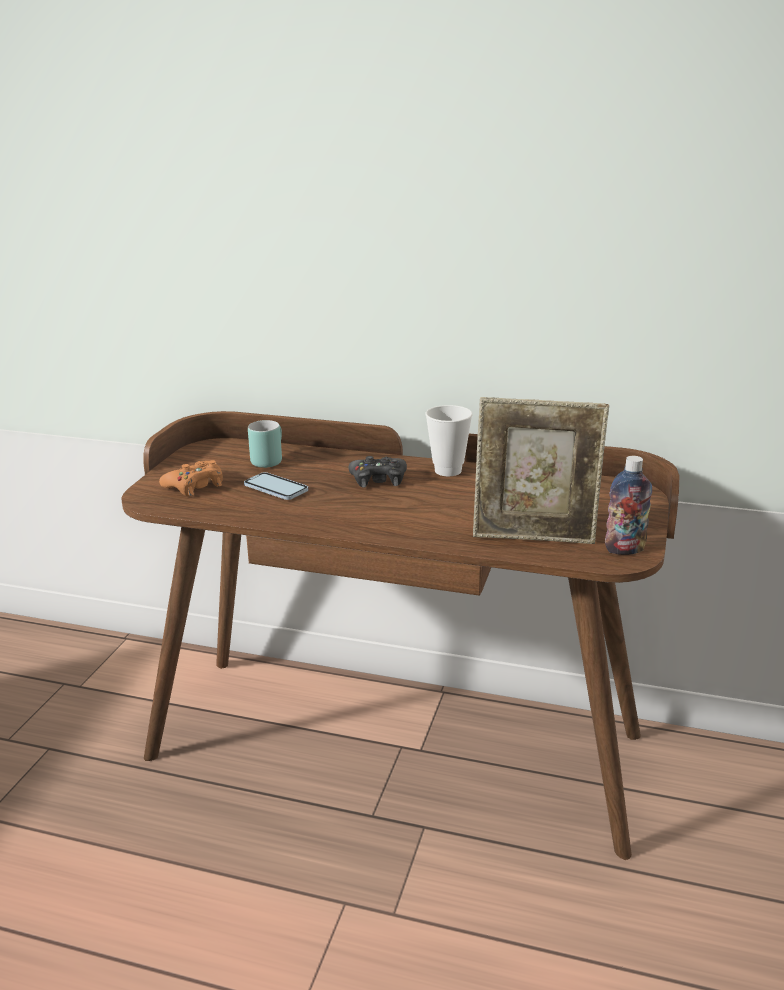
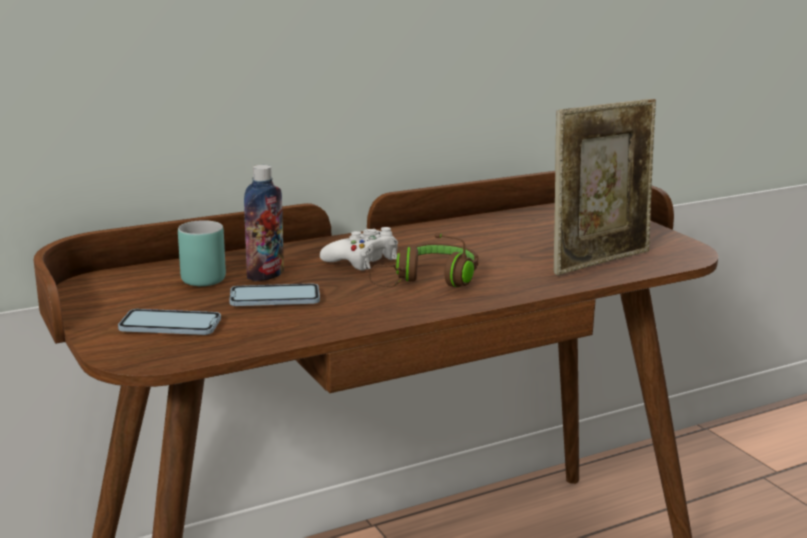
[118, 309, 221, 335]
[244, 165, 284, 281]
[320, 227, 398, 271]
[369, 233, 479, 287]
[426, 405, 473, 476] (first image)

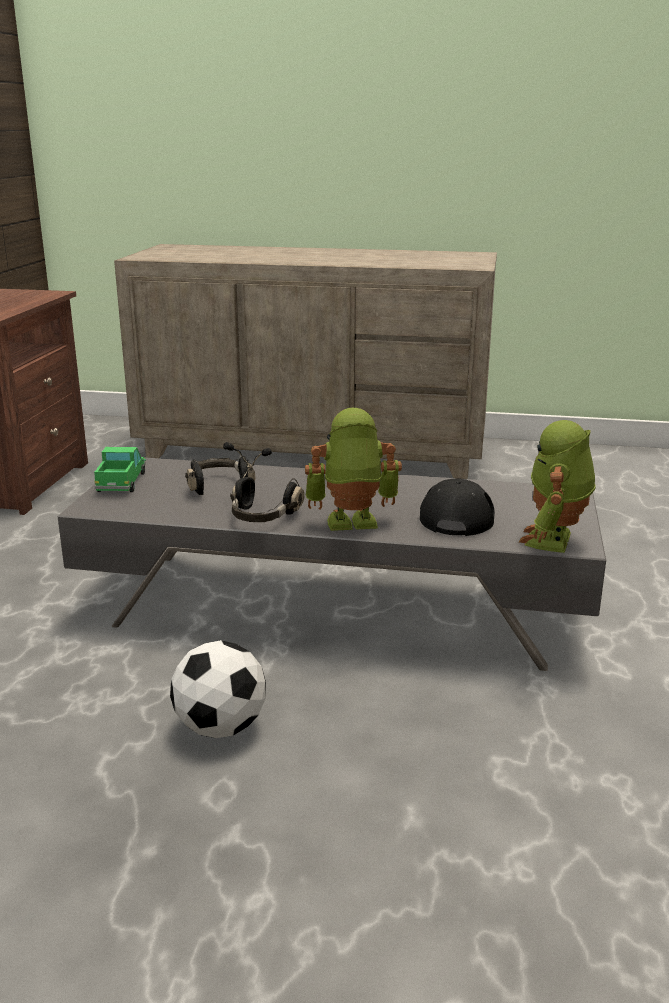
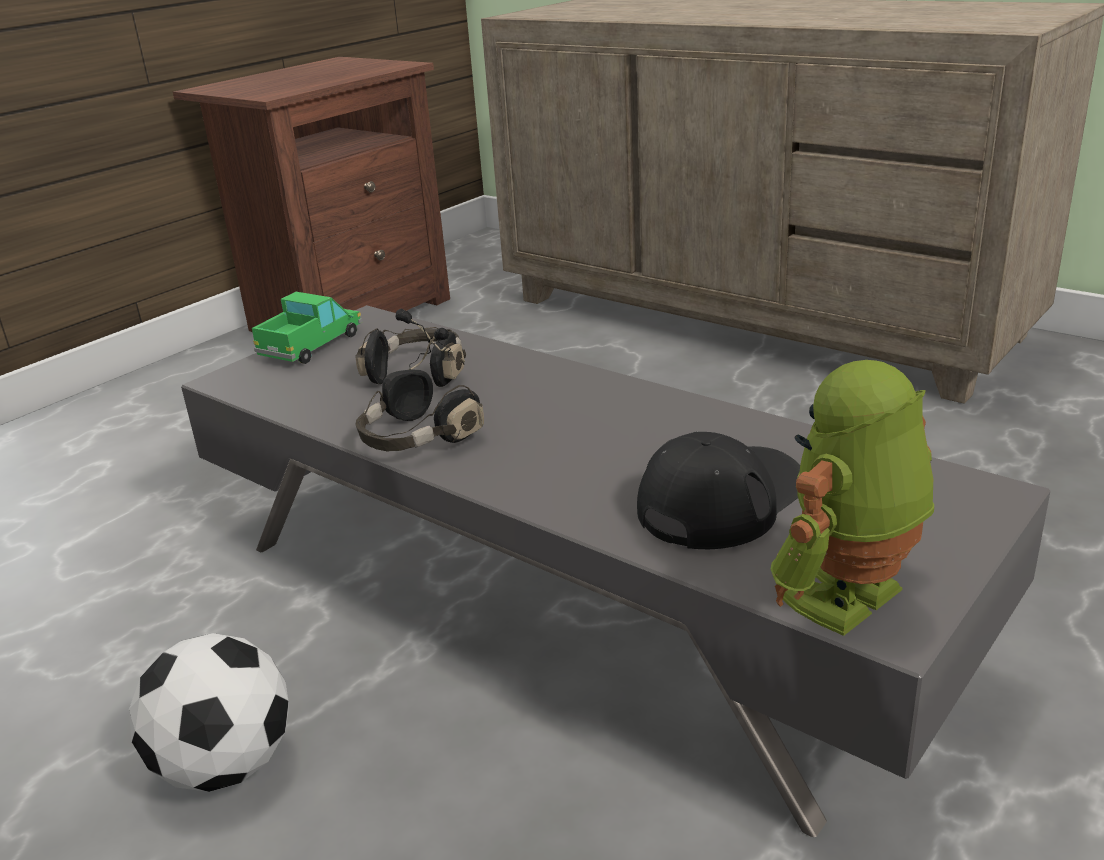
[305, 408, 402, 531] (first image)

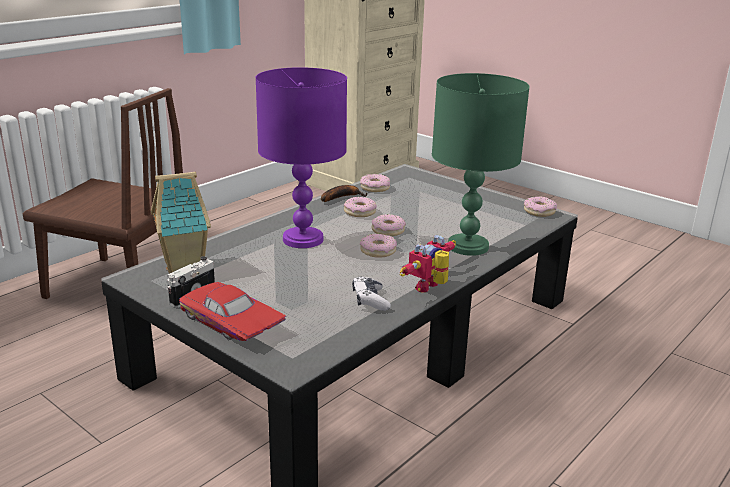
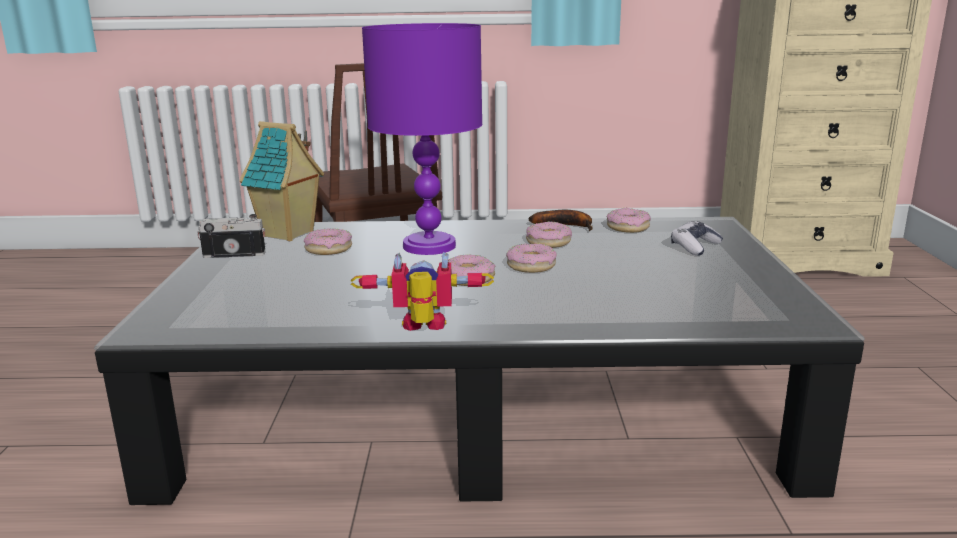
[304, 228, 352, 255]
[671, 221, 723, 256]
[179, 282, 286, 341] (first image)
[432, 73, 530, 256] (first image)

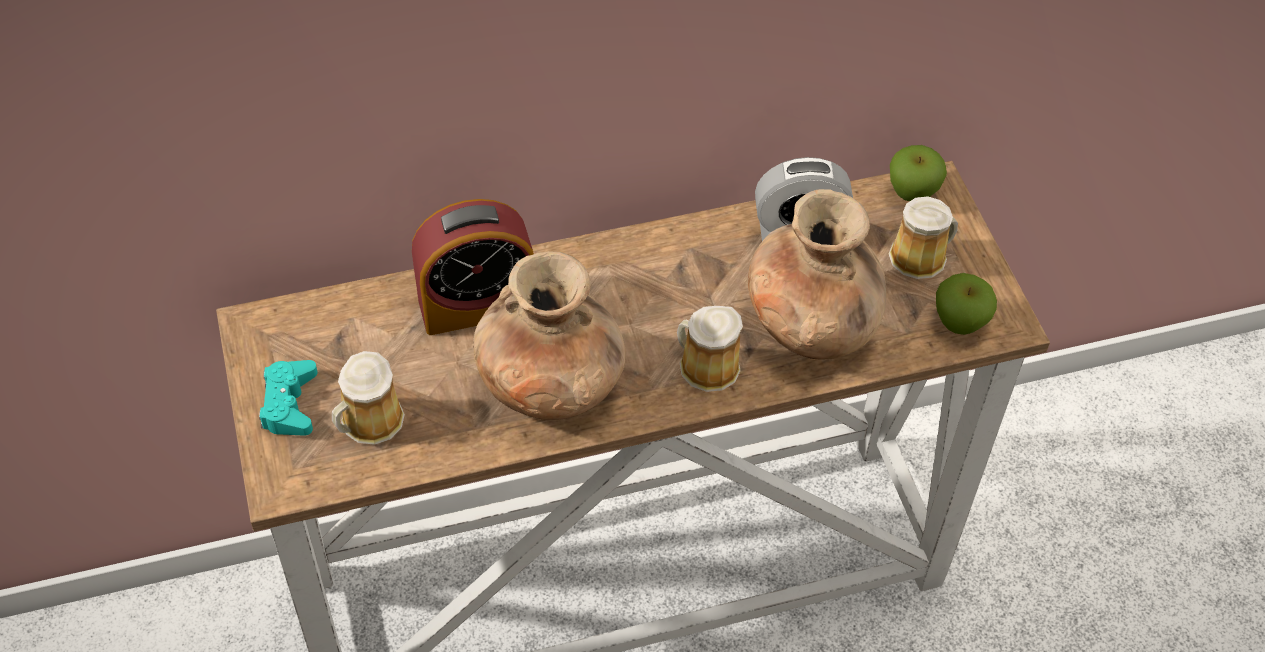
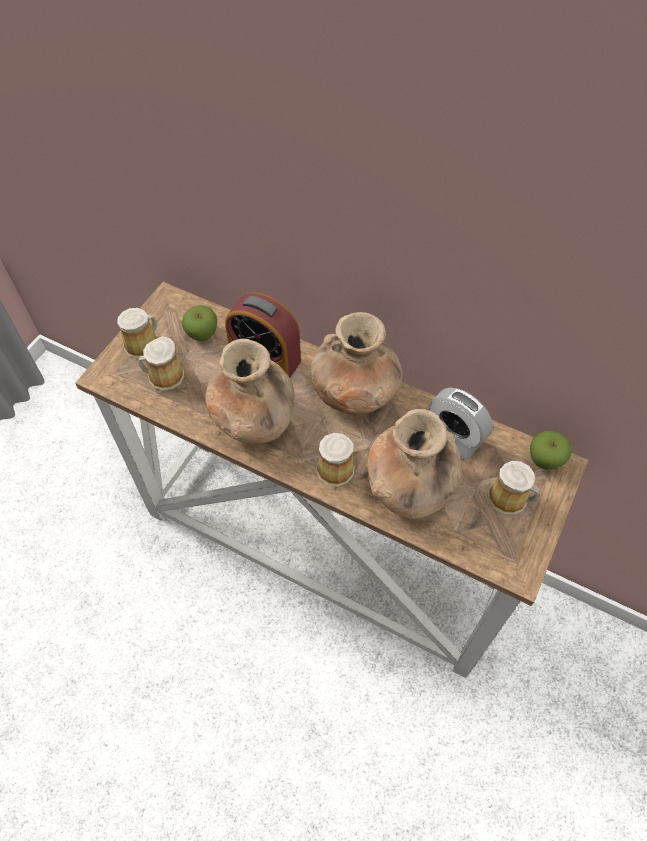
[117, 308, 157, 358]
[181, 305, 217, 341]
[310, 312, 403, 414]

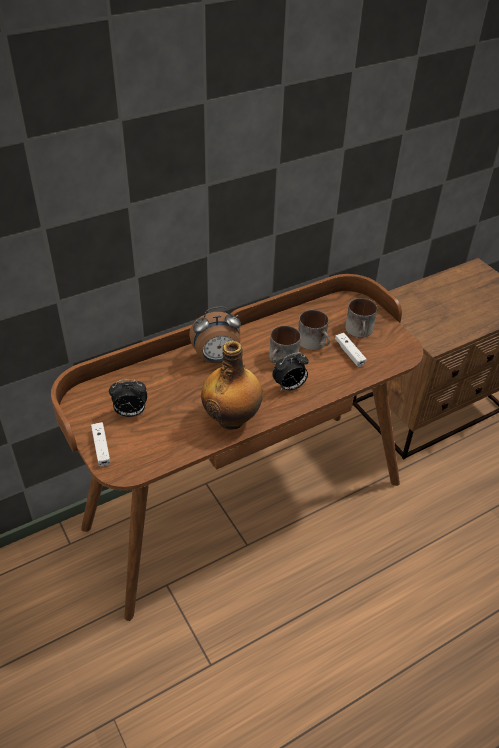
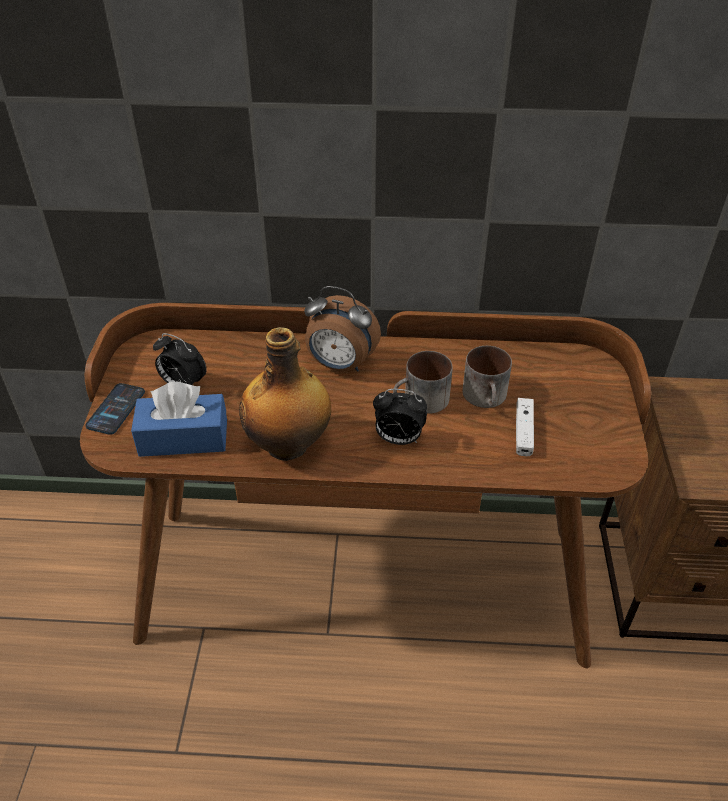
[85, 383, 145, 435]
[131, 382, 227, 457]
[345, 298, 377, 338] (first image)

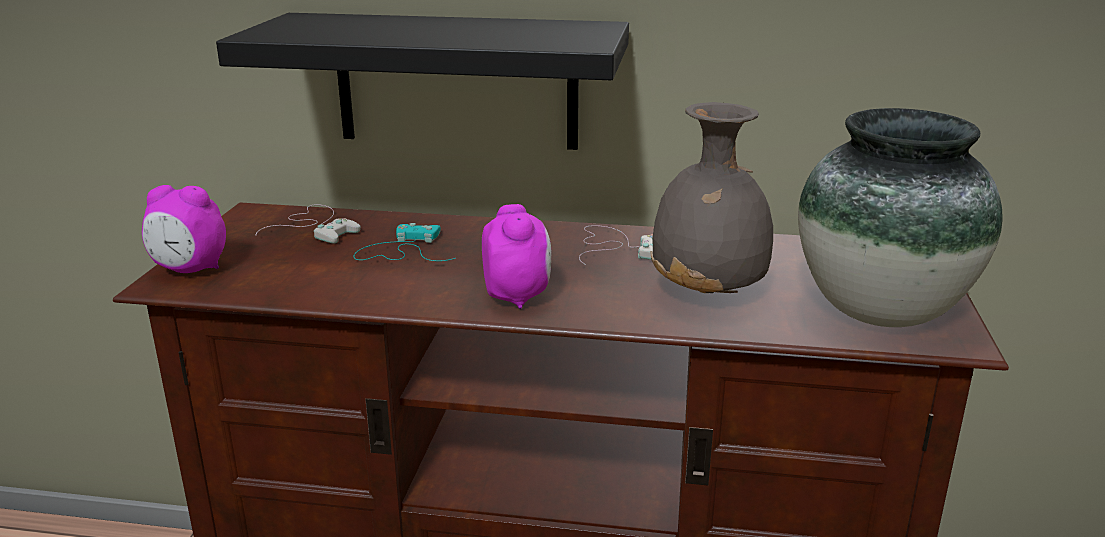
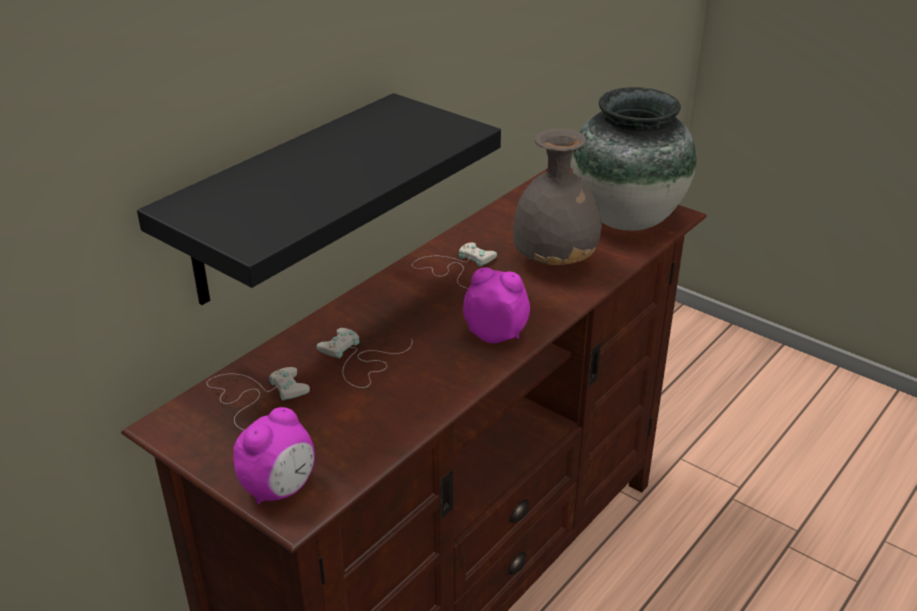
[316, 328, 412, 388]

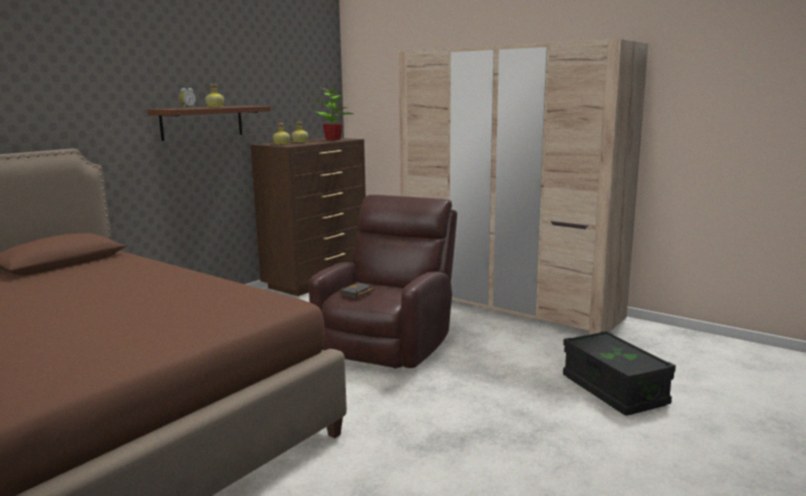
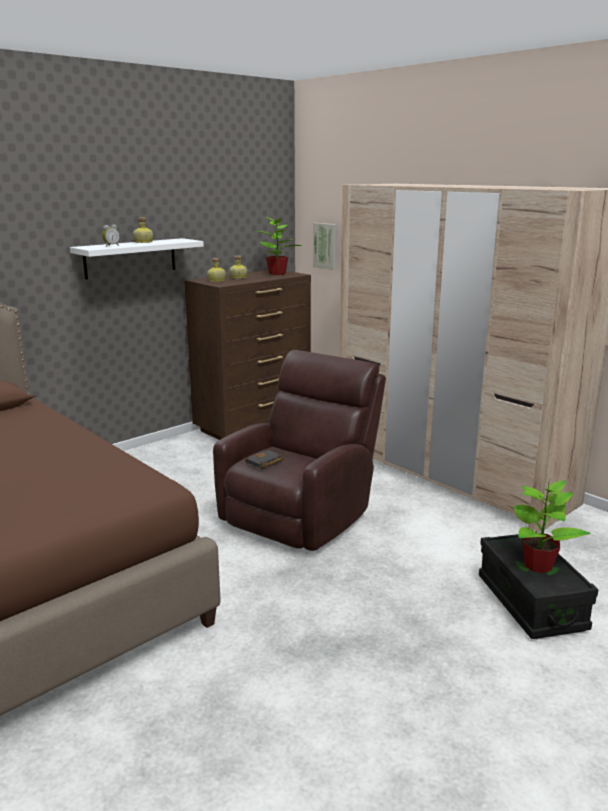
[70, 238, 204, 280]
[313, 223, 337, 270]
[514, 479, 590, 573]

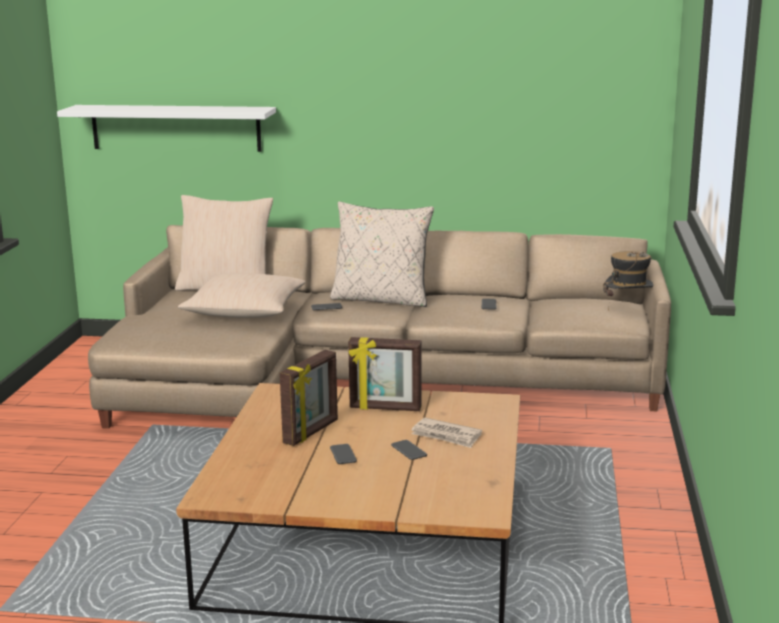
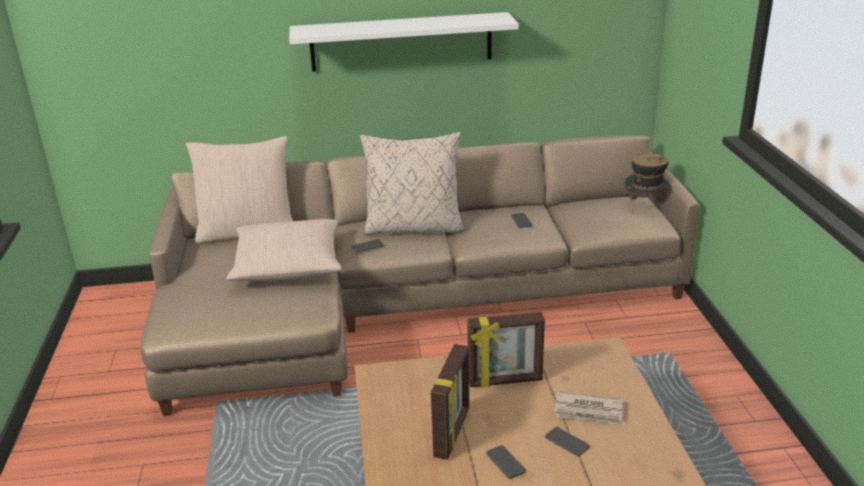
[289, 12, 519, 72]

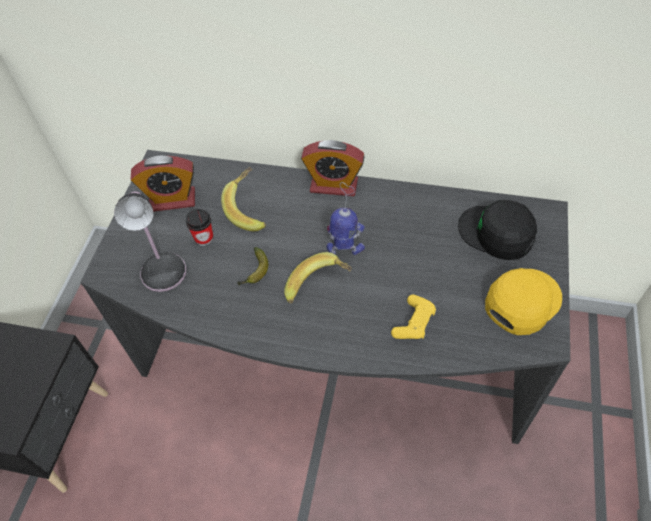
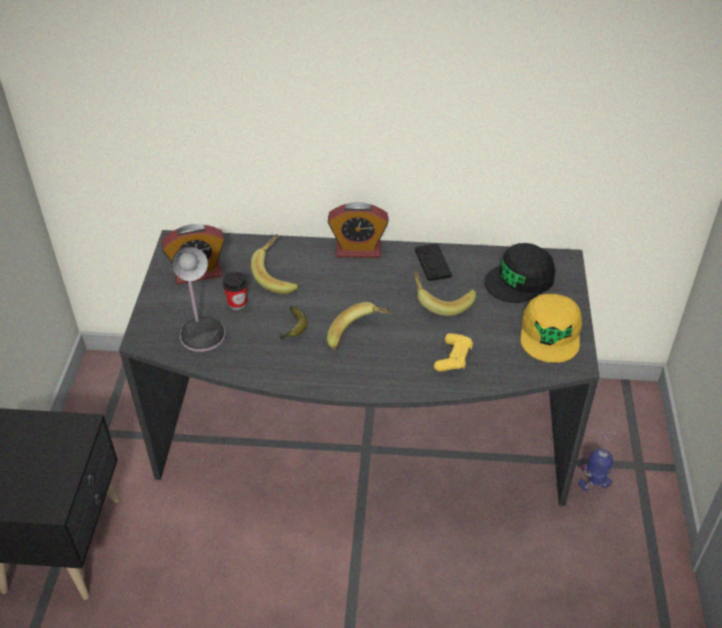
[414, 270, 476, 316]
[415, 244, 452, 281]
[484, 243, 555, 303]
[521, 294, 582, 363]
[578, 429, 617, 491]

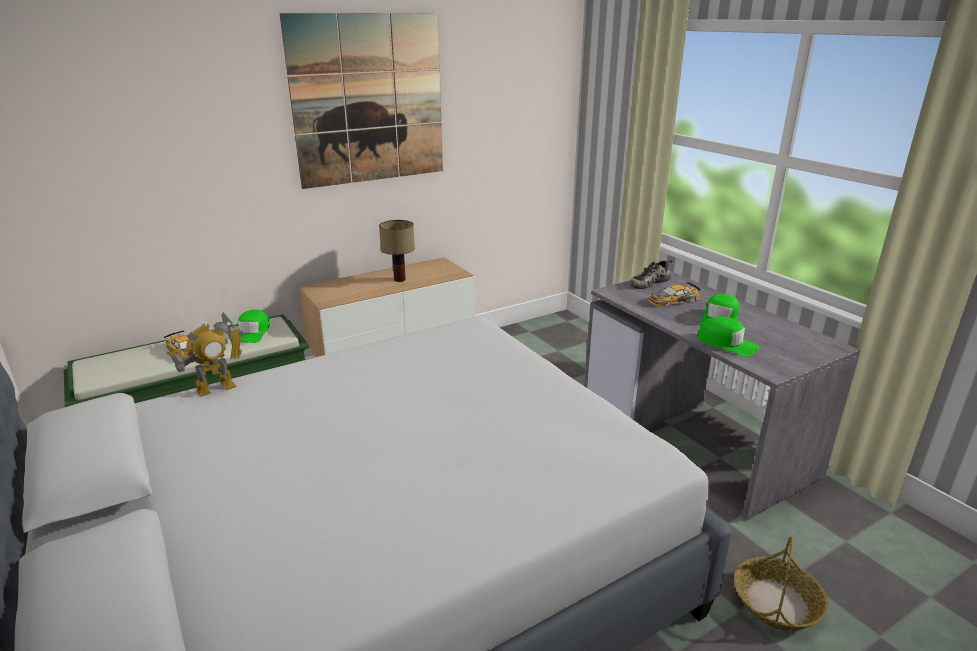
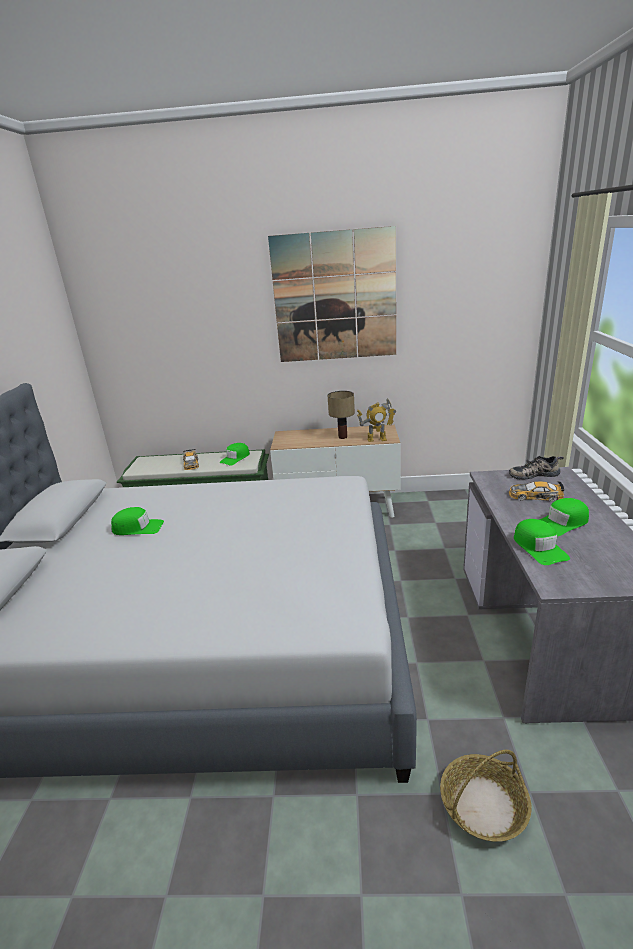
[111, 507, 164, 535]
[357, 399, 396, 442]

